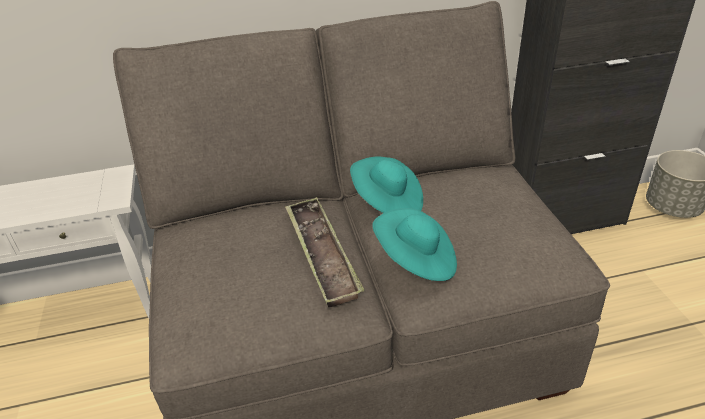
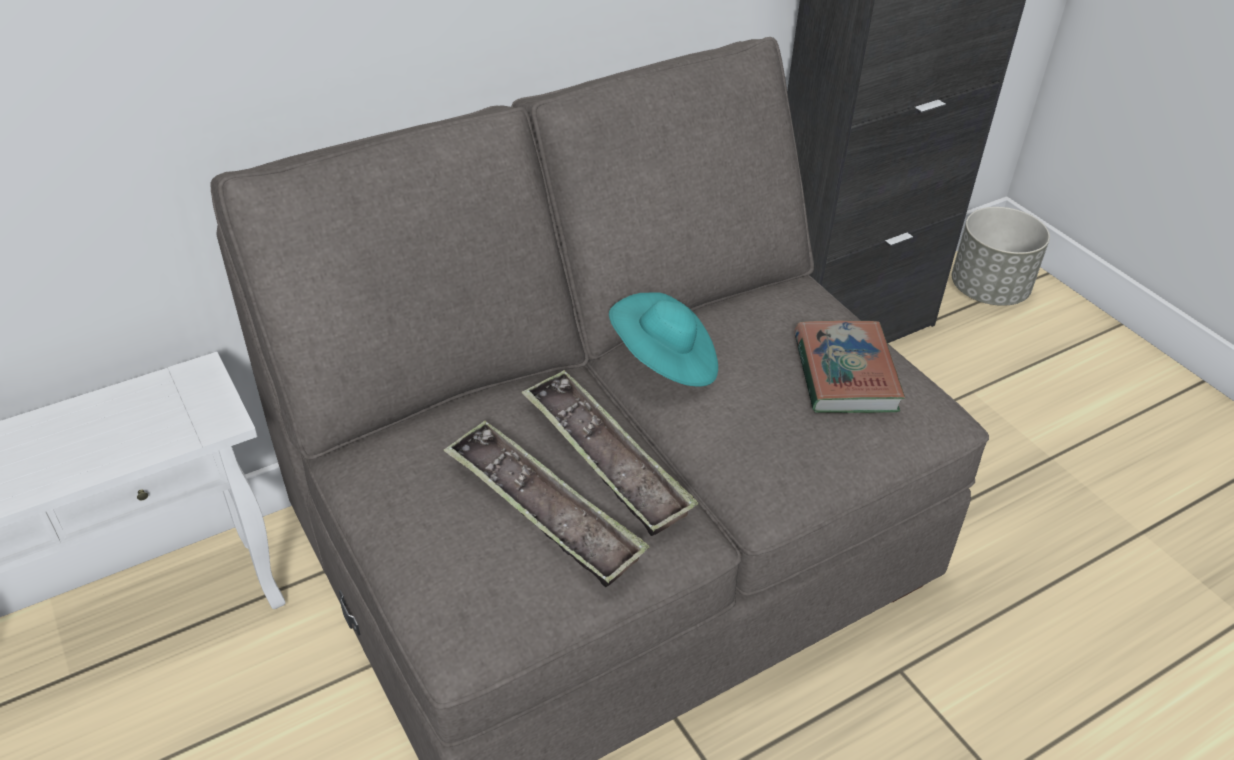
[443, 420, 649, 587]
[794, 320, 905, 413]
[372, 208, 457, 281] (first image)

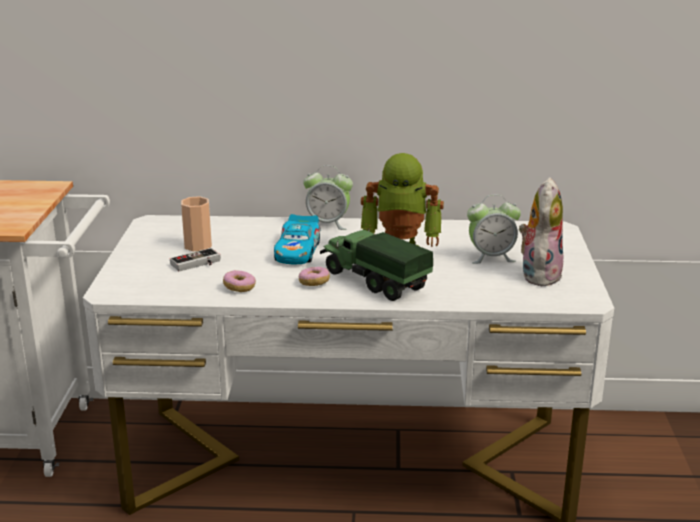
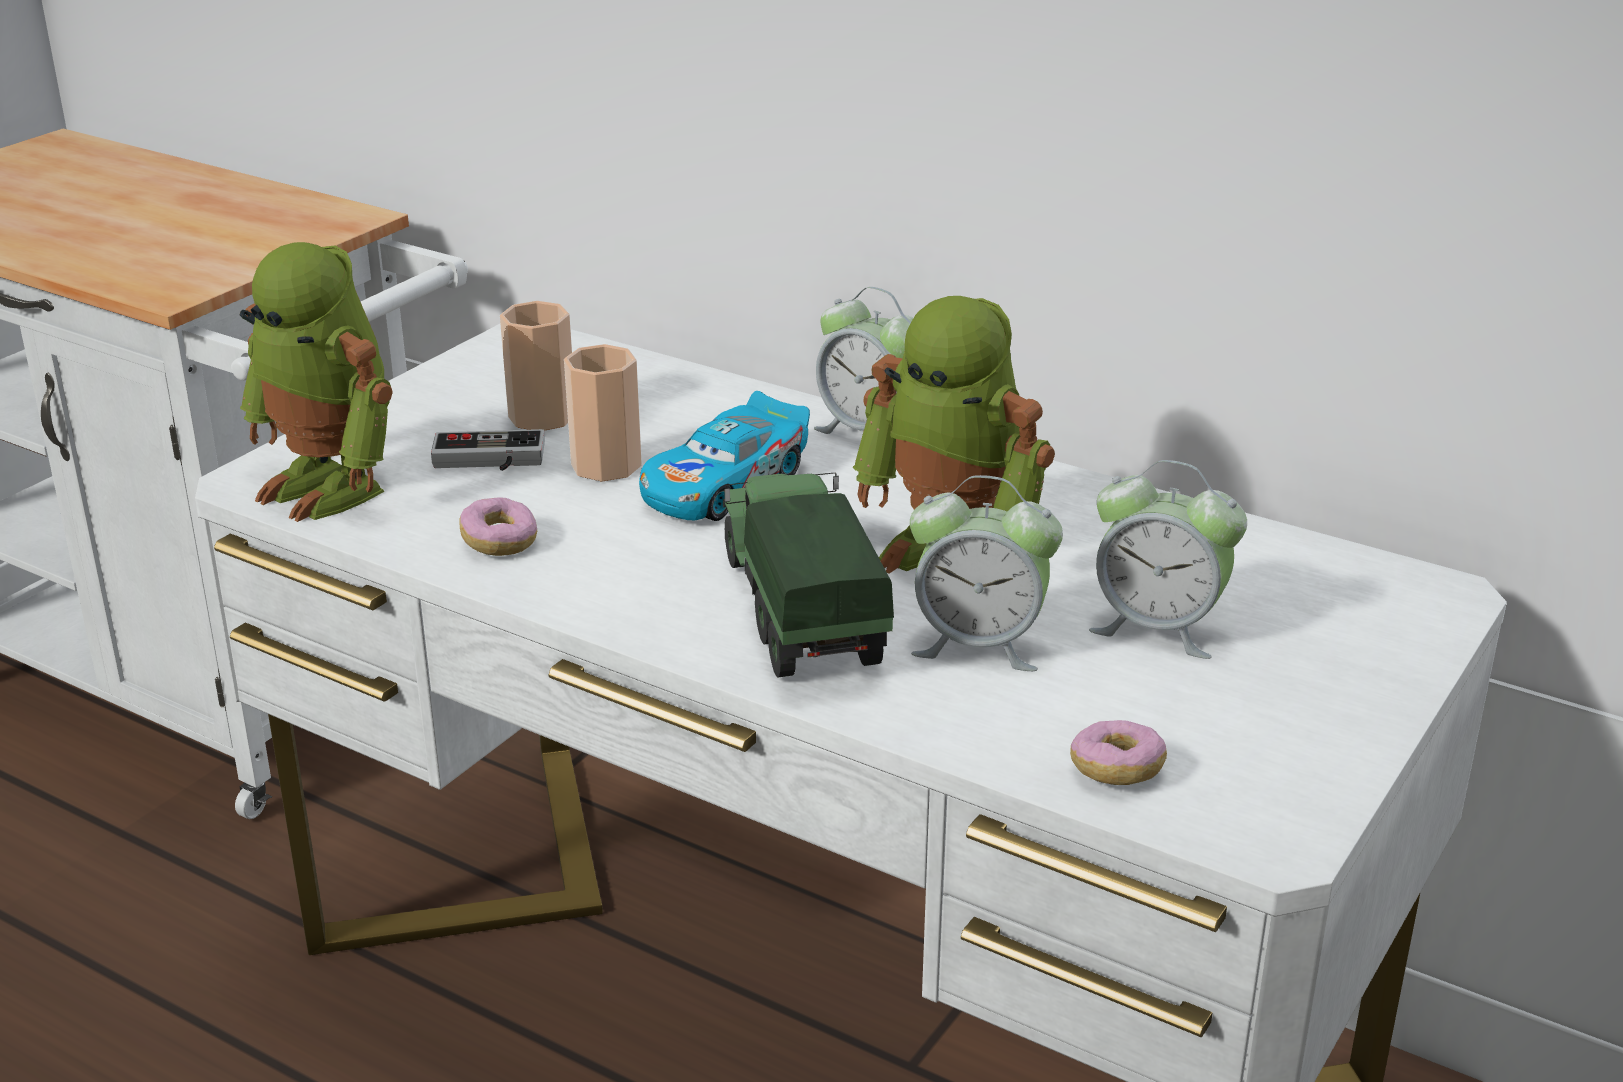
[240, 242, 393, 522]
[564, 344, 642, 482]
[910, 475, 1063, 671]
[1070, 720, 1167, 785]
[519, 177, 563, 286] (first image)

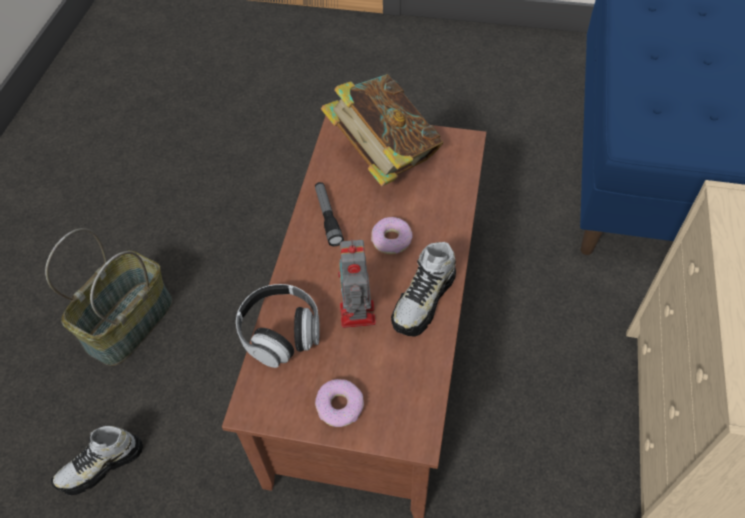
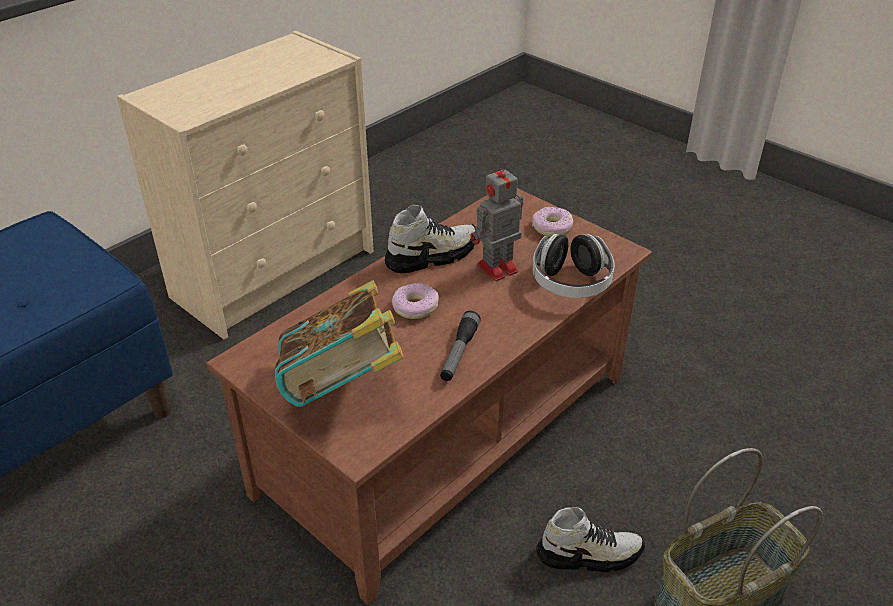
[471, 162, 523, 281]
[536, 507, 645, 572]

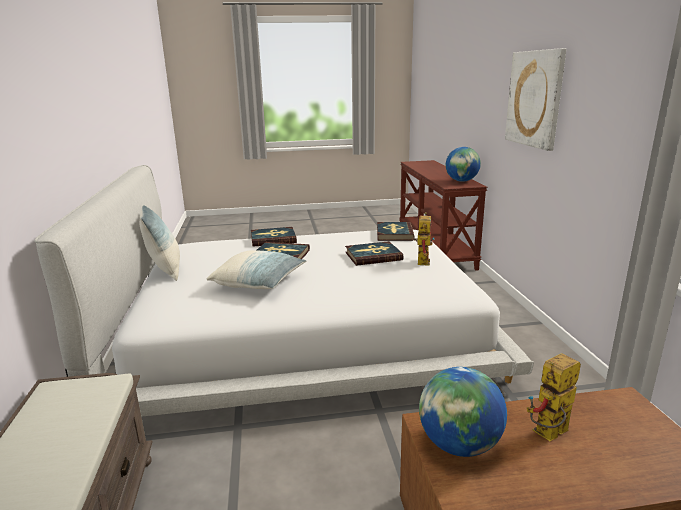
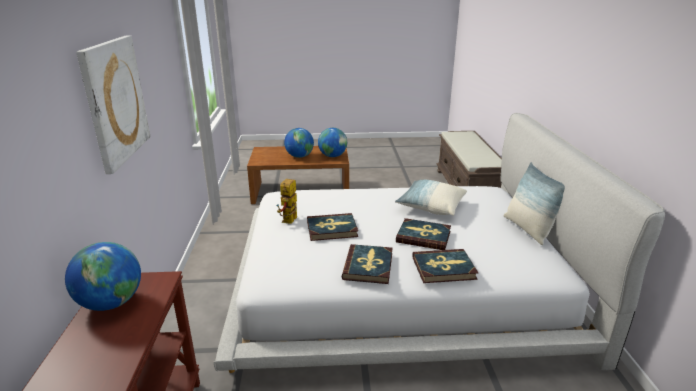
[284, 128, 314, 158]
[341, 244, 393, 284]

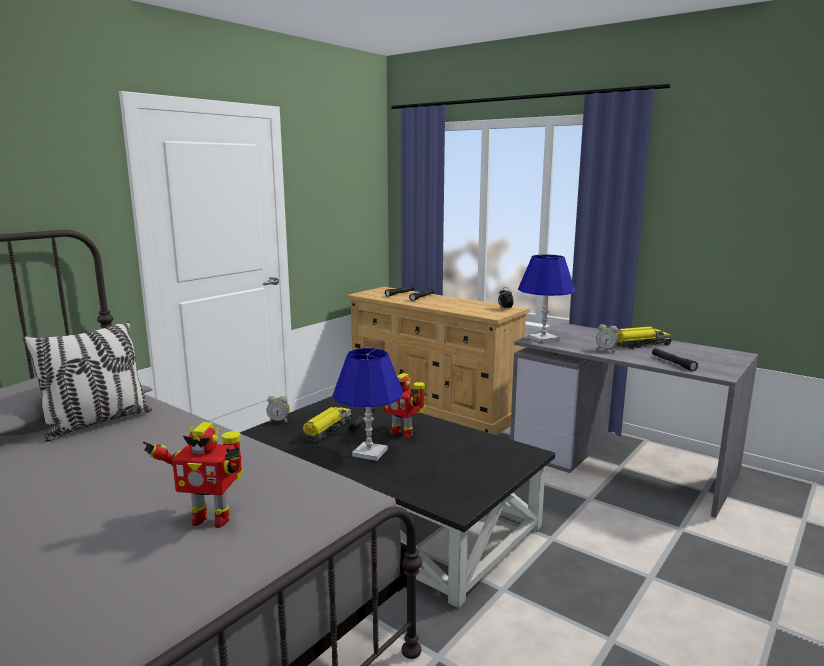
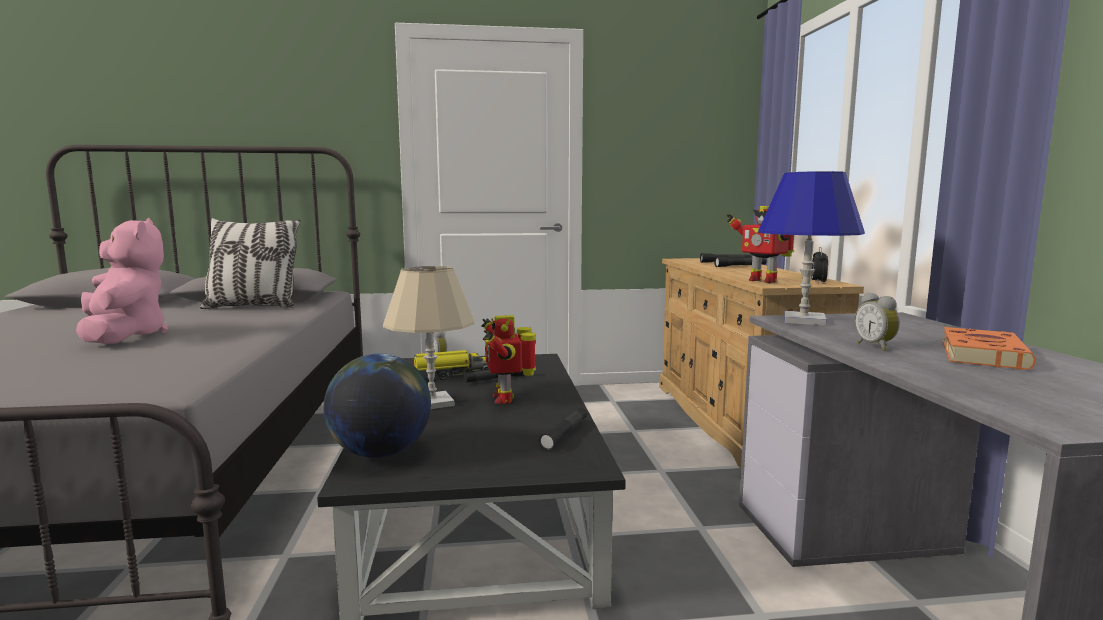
[76, 218, 168, 344]
[324, 353, 431, 458]
[383, 266, 474, 409]
[538, 408, 587, 451]
[727, 206, 794, 283]
[942, 327, 1036, 370]

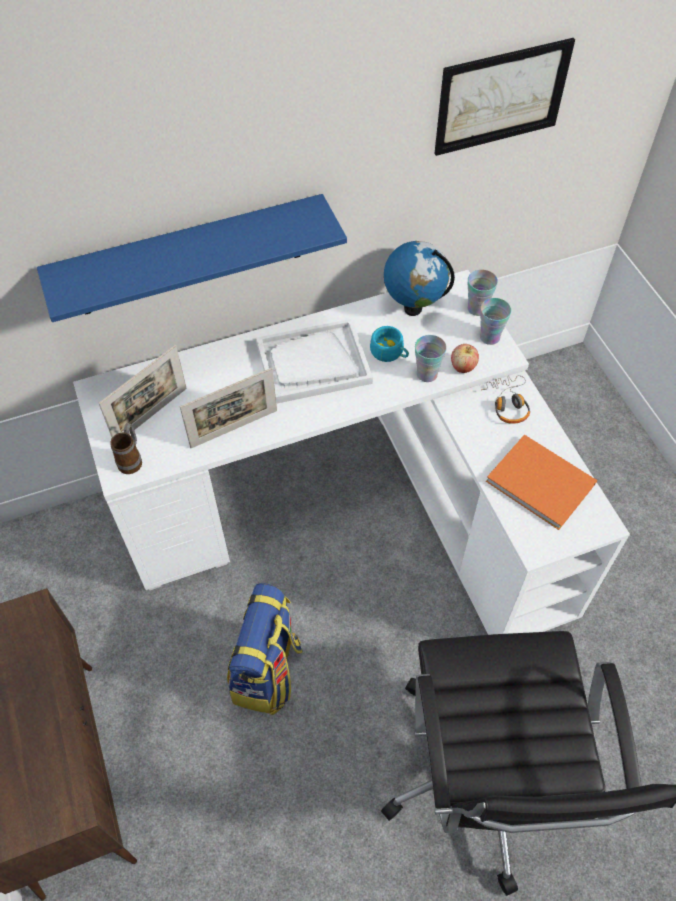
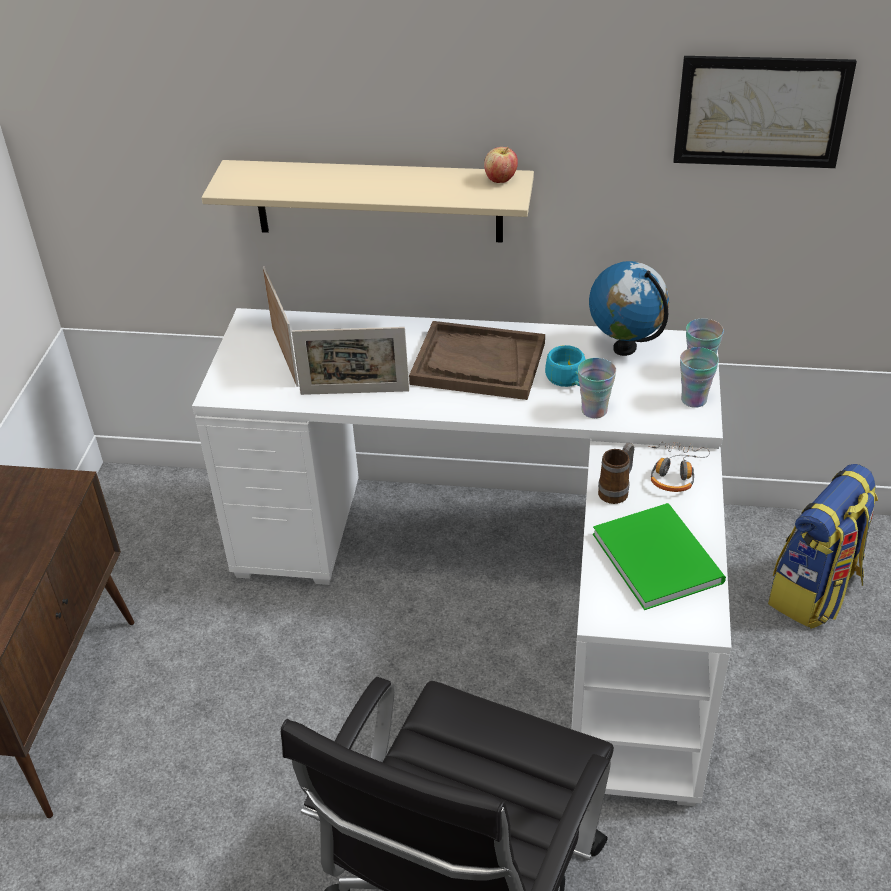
[202, 160, 534, 243]
[263, 266, 299, 387]
[409, 321, 545, 400]
[484, 147, 518, 183]
[593, 503, 726, 610]
[598, 443, 634, 504]
[768, 464, 878, 629]

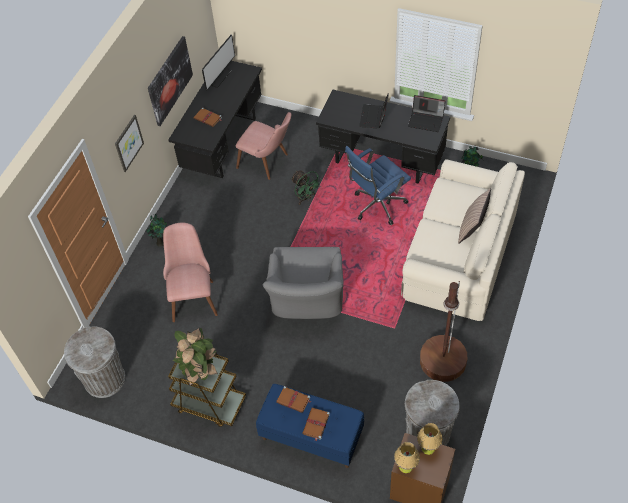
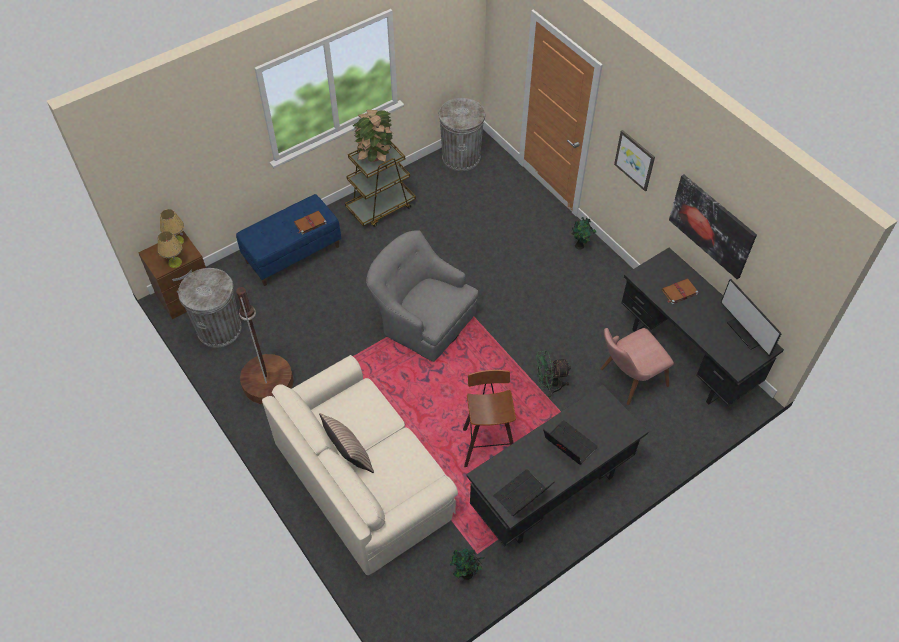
[463, 370, 516, 467]
[163, 223, 218, 322] (first image)
[302, 408, 330, 441] (first image)

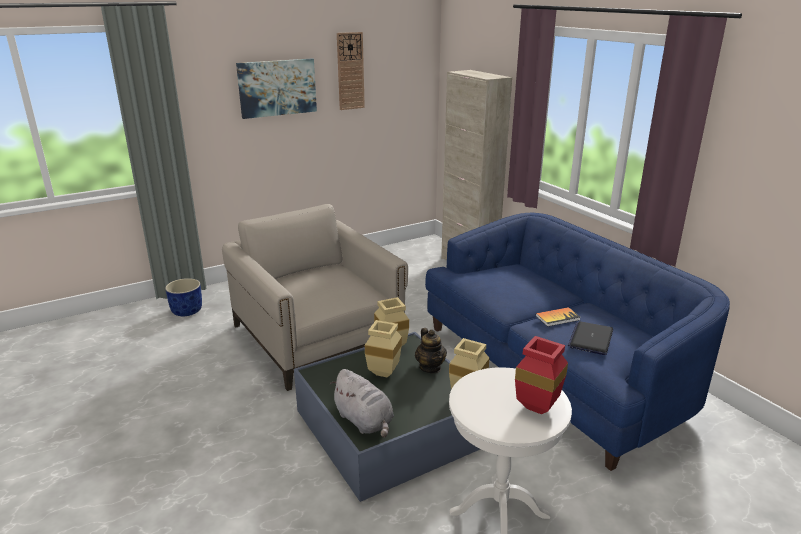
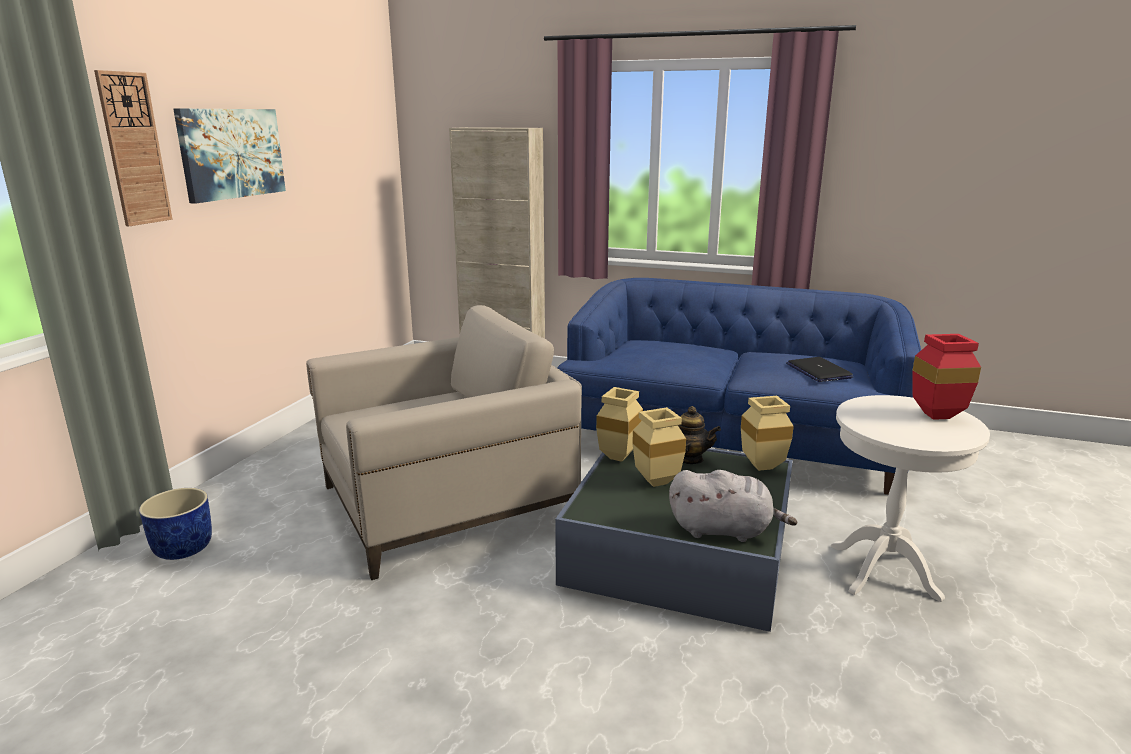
[94, 70, 173, 226]
[306, 305, 582, 580]
[536, 307, 581, 327] (first image)

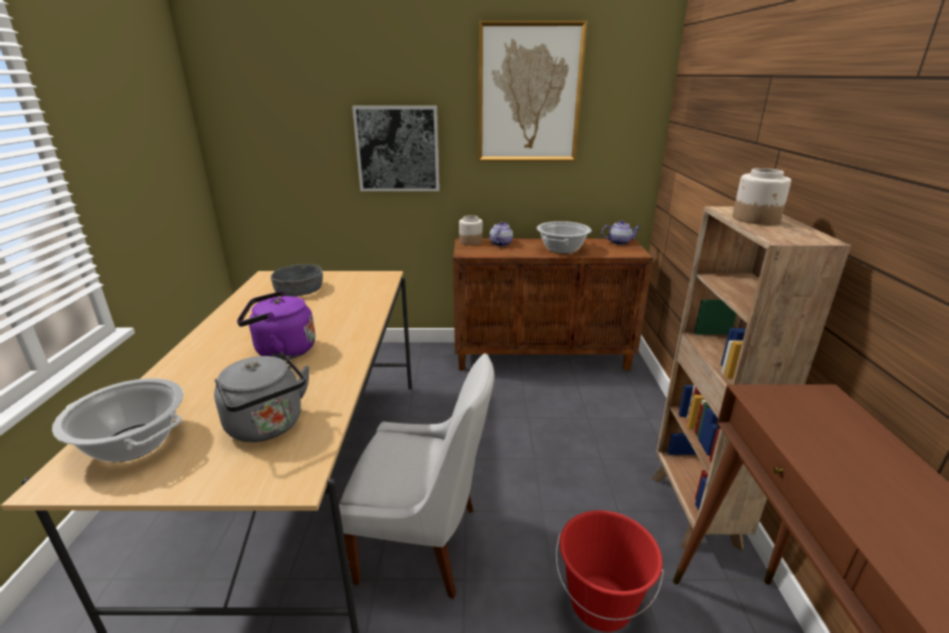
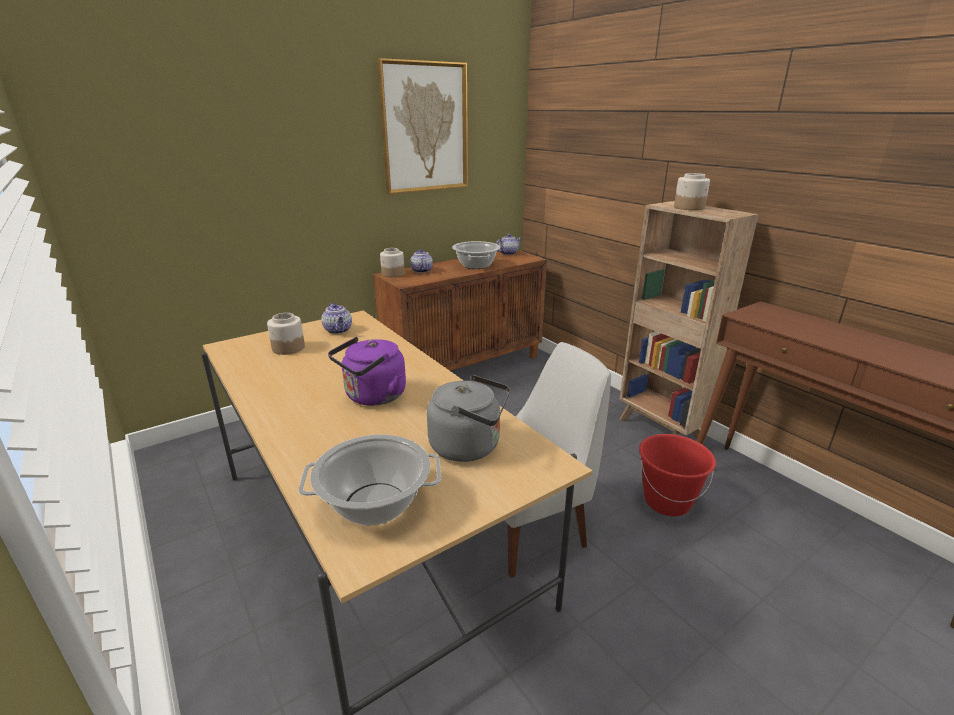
[267, 313, 305, 355]
[322, 303, 352, 334]
[352, 106, 440, 191] (first image)

